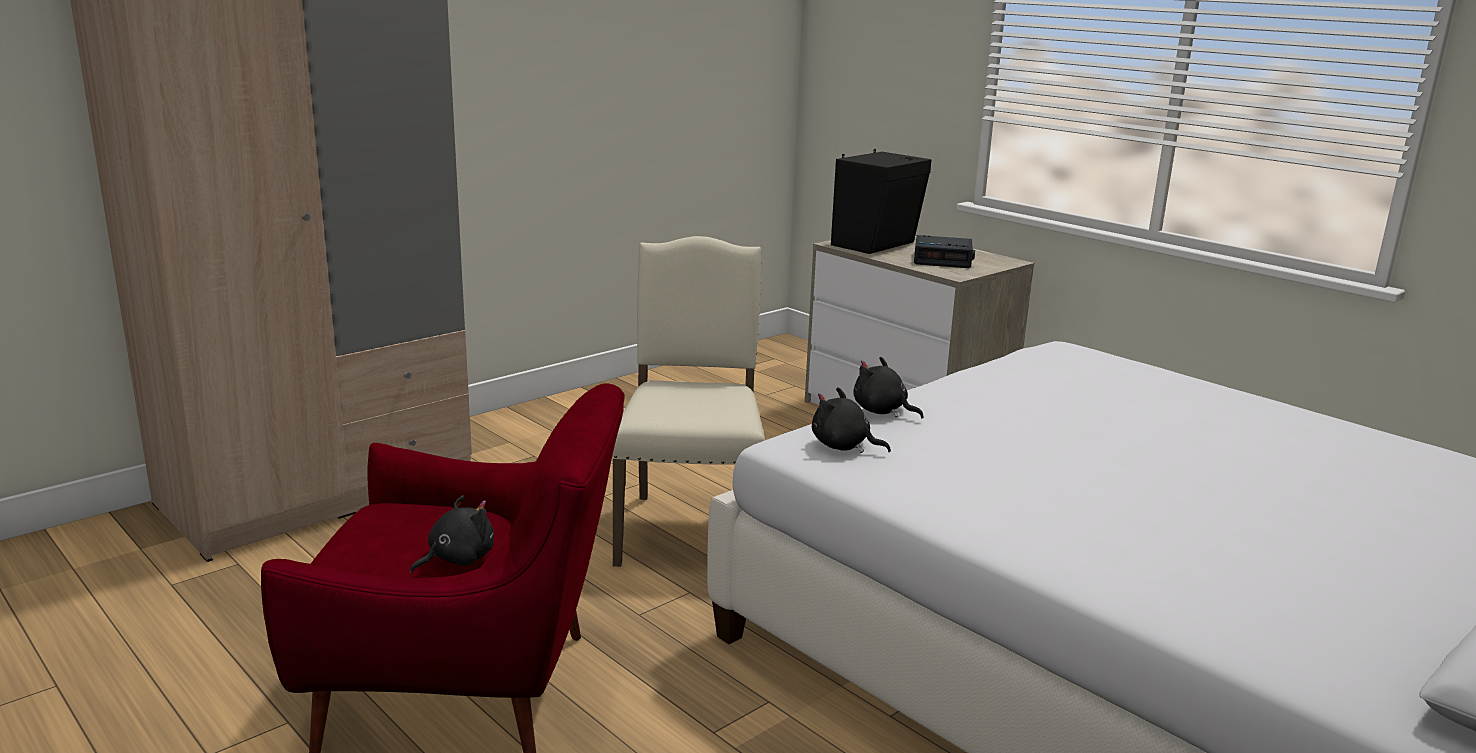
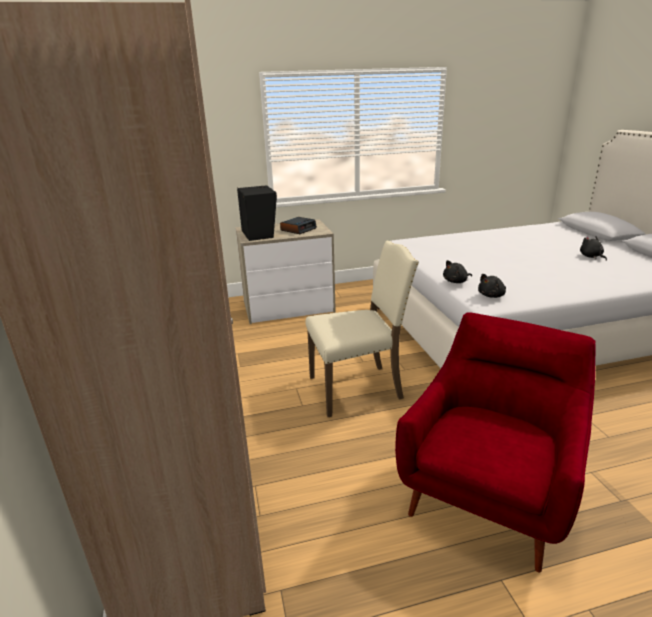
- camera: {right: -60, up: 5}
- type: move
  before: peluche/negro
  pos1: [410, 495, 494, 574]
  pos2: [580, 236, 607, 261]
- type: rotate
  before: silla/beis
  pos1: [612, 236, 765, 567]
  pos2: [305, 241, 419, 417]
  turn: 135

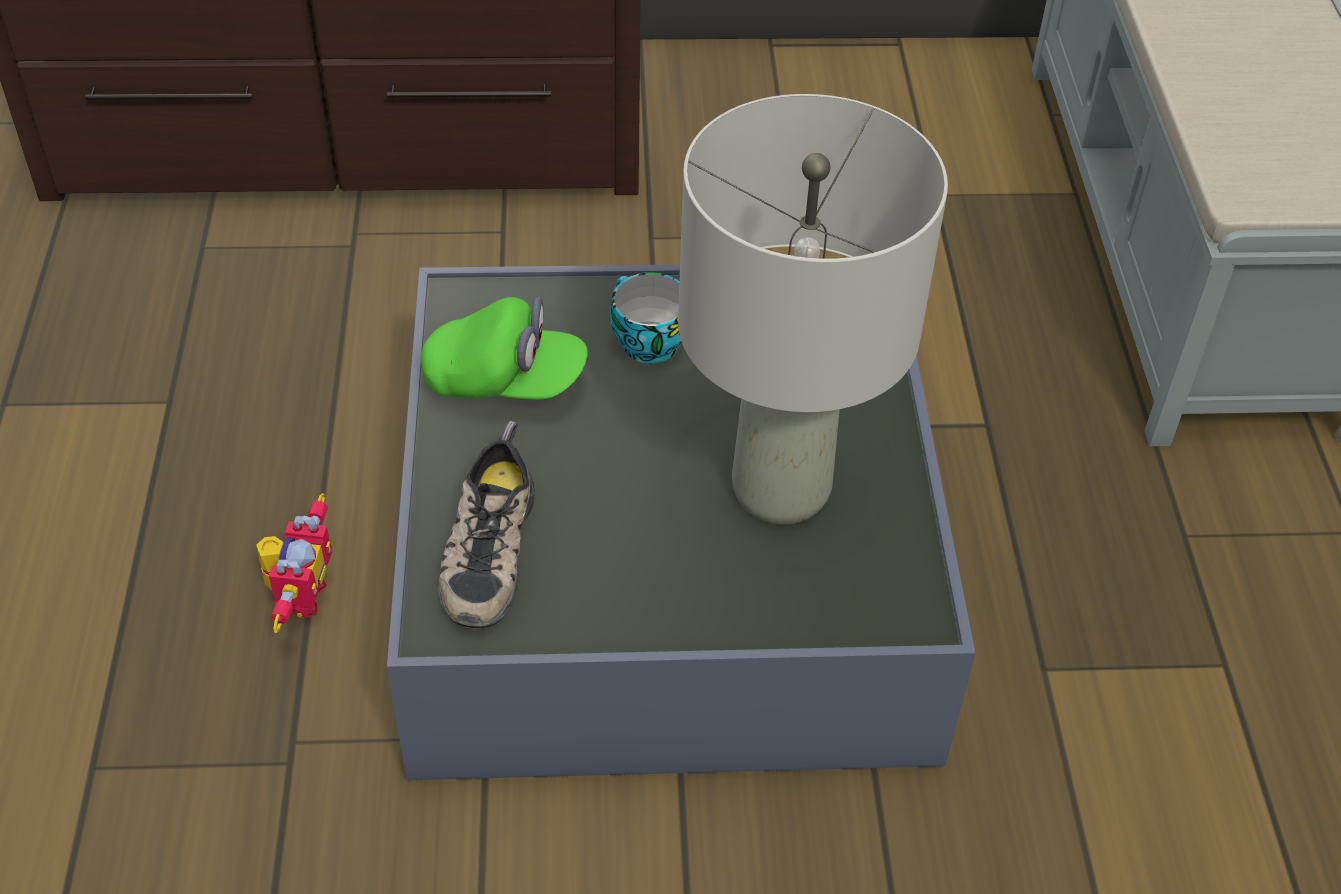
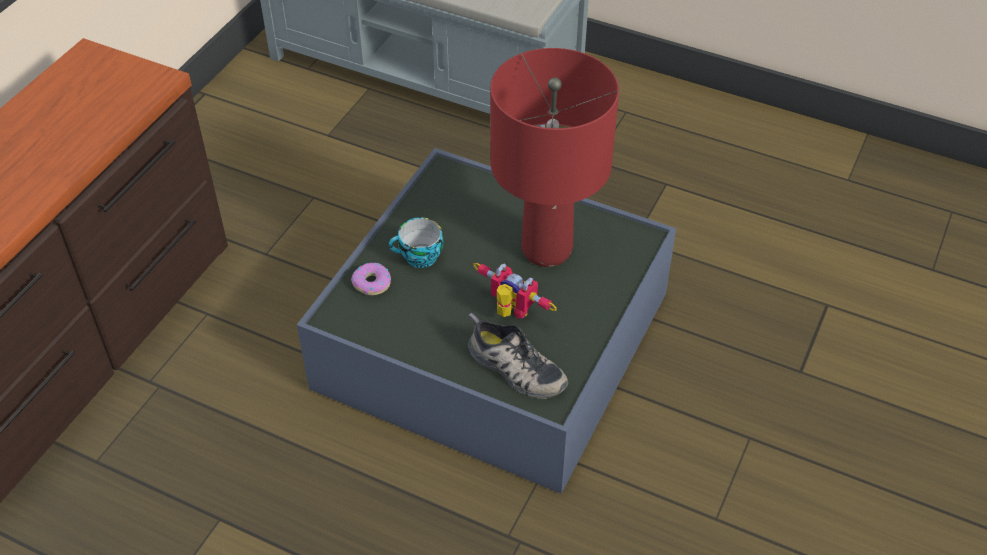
- camera: {right: -60, up: 0}
- type: delete
  before: gorra/verde
  pos1: [421, 296, 588, 399]
- type: insert
  after: rosquilla
  pos2: [351, 263, 391, 295]
- type: move
  before: robot de juguete
  pos1: [256, 493, 332, 633]
  pos2: [473, 263, 556, 319]
- type: recolor
  before: lámpara de mesa/gris
  after: lámpara de mesa/rojo
  pos1: [678, 94, 948, 524]
  pos2: [490, 48, 619, 267]

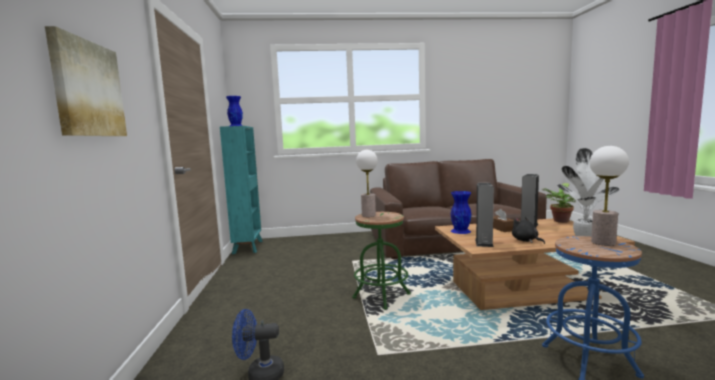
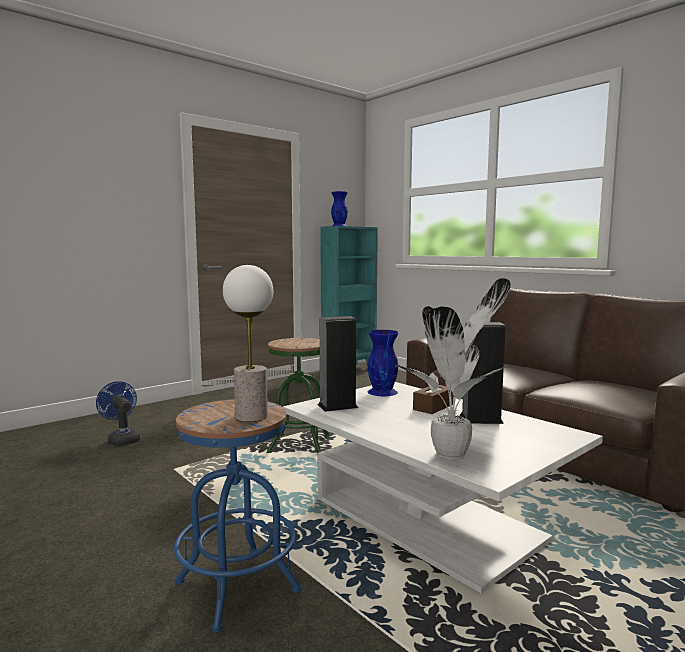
- camera: {right: 55, up: 0}
- type: delete
  before: cuadro
  pos1: [45, 26, 127, 136]
- type: delete
  before: lámpara de mesa
  pos1: [356, 150, 378, 217]
- type: delete
  before: peluche/negro
  pos1: [512, 217, 545, 244]
- type: delete
  before: planta en maceta
  pos1: [543, 183, 576, 223]
- type: recolor
  before: mesa de centro/marrón
  after: mesa de centro/blanco
  pos1: [435, 218, 635, 310]
  pos2: [283, 382, 603, 593]

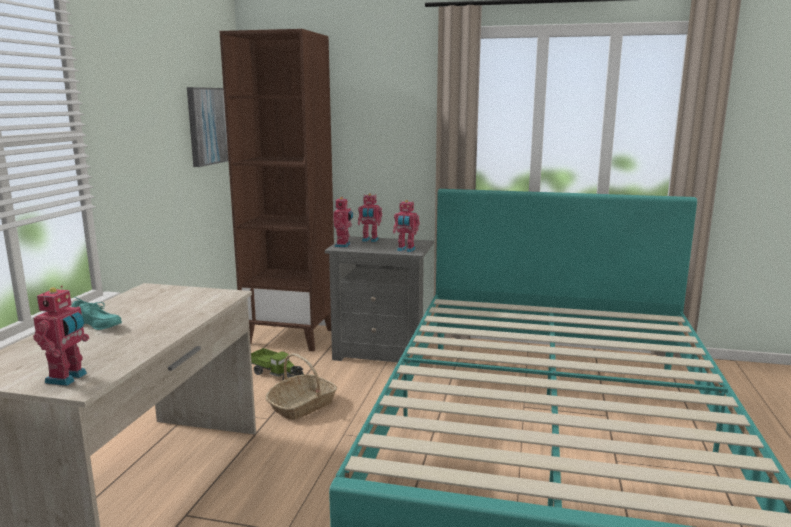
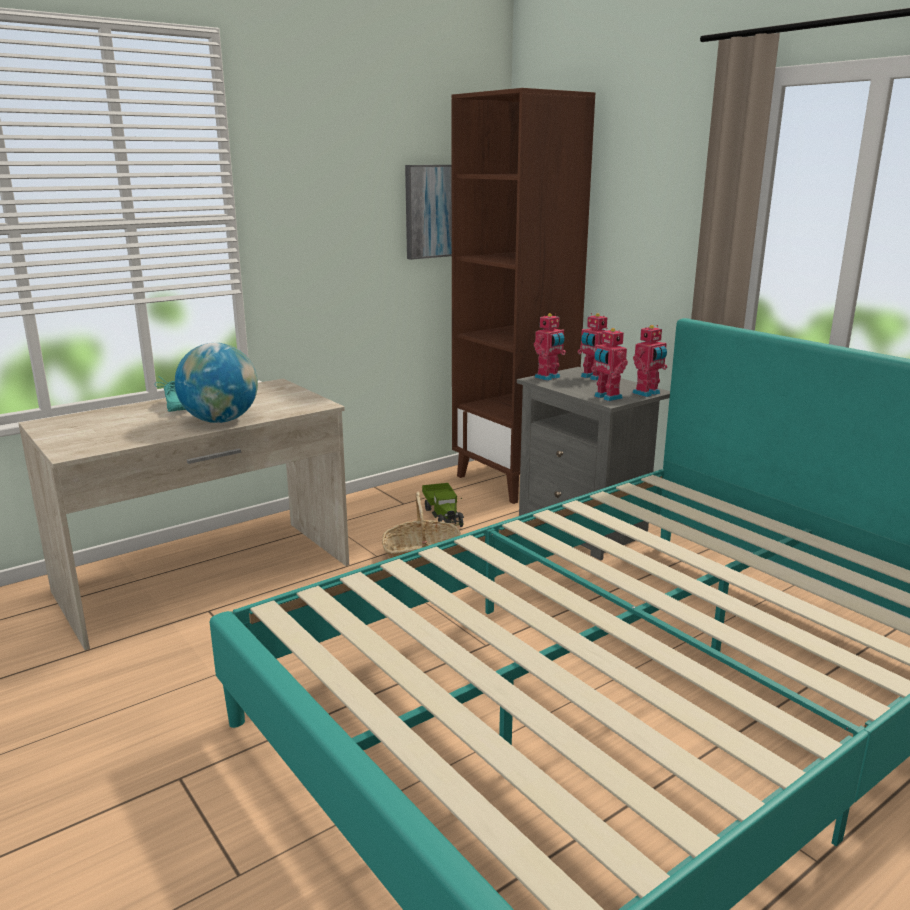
- camera: {right: 40, up: 5}
- type: insert
  after: globo terráqueo
  pos2: [175, 343, 258, 423]
- type: move
  before: robot de juguete
  pos1: [33, 286, 89, 386]
  pos2: [632, 325, 667, 397]

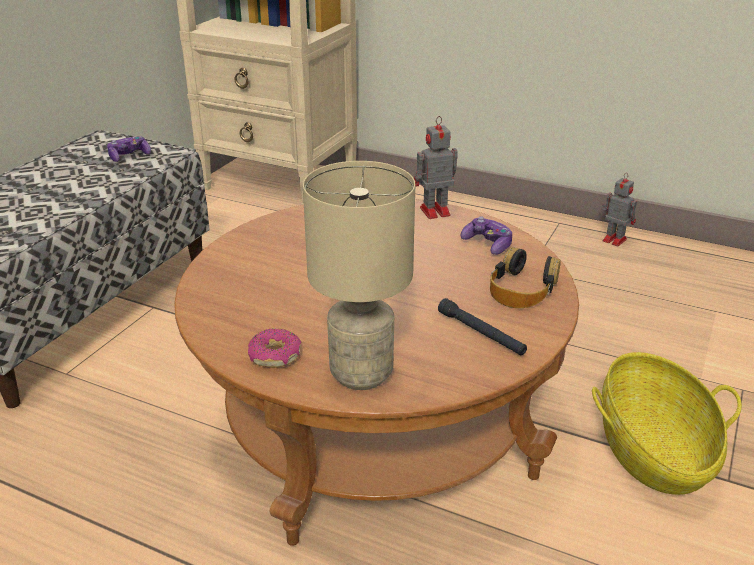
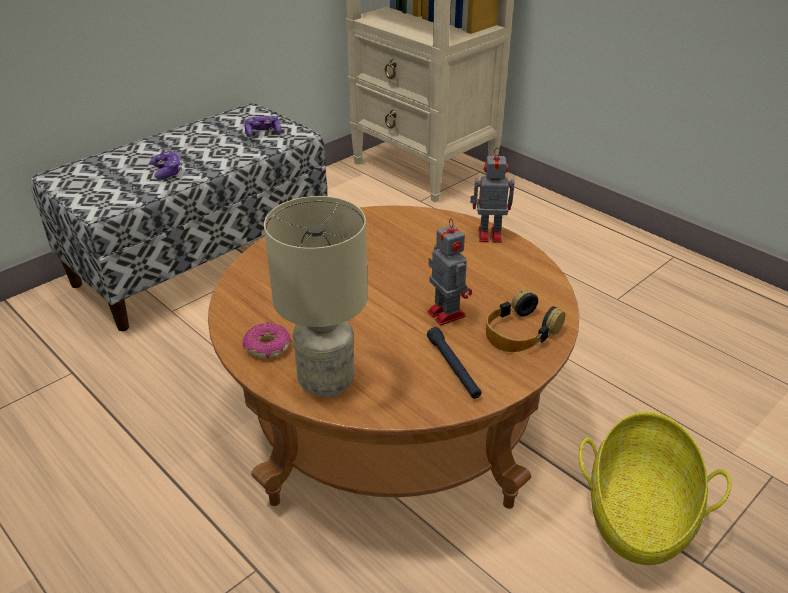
- camera: {right: 20, up: 5}
- type: move
  before: mando de consola
  pos1: [461, 216, 512, 255]
  pos2: [151, 150, 182, 180]
- type: move
  before: robot de juguete
  pos1: [602, 173, 637, 246]
  pos2: [427, 219, 472, 325]

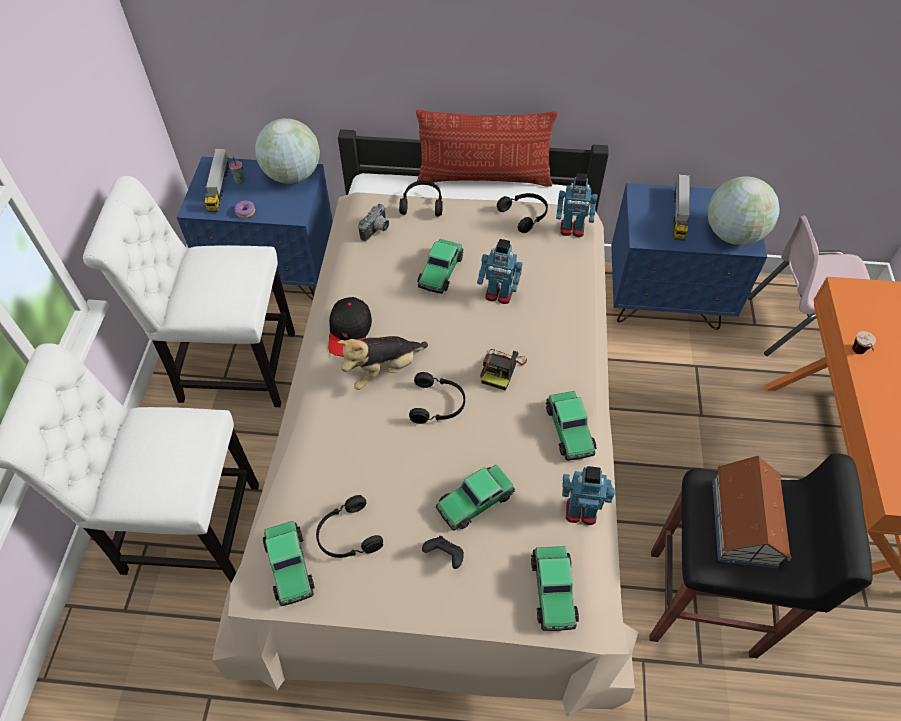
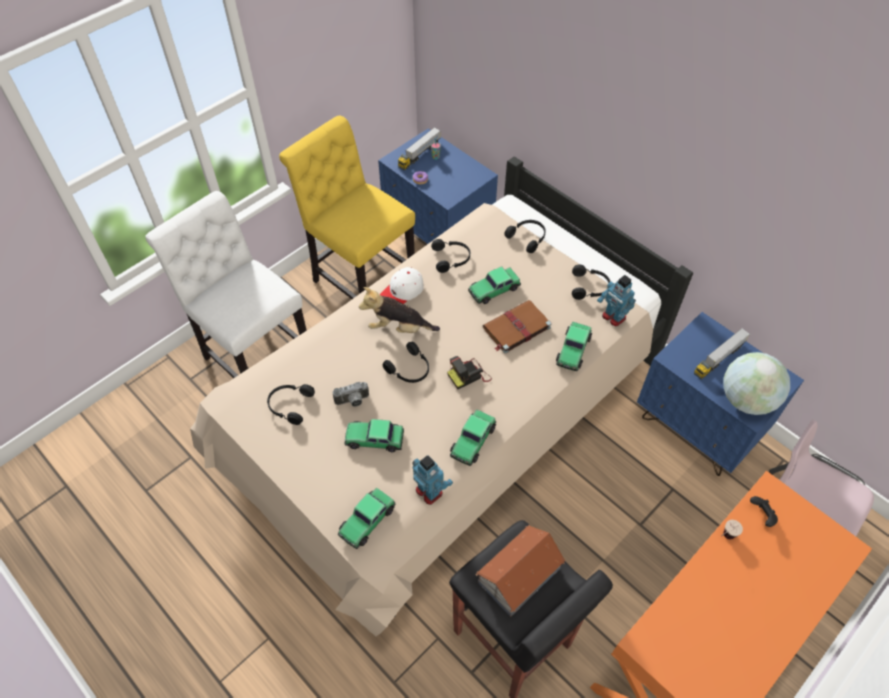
- camera: {right: 40, up: 0}
- type: delete
  before: globo terráqueo
  pos1: [255, 118, 320, 184]
- type: delete
  before: cojín
  pos1: [416, 110, 558, 187]
- type: insert
  after: auriculares/negro
  pos2: [431, 239, 470, 273]
- type: move
  before: coche de juguete
  pos1: [263, 521, 315, 606]
  pos2: [556, 322, 593, 371]
- type: move
  before: cámara
  pos1: [358, 204, 389, 241]
  pos2: [333, 382, 369, 407]
- type: move
  before: mando de consola/negro
  pos1: [422, 536, 464, 569]
  pos2: [750, 496, 778, 527]
- type: replace
  before: robot de juguete
  after: libro/marrón
  pos1: [477, 239, 523, 304]
  pos2: [483, 300, 551, 354]
- type: recolor
  before: silla/blanco
  after: silla/amarillo
  pos1: [83, 176, 295, 407]
  pos2: [279, 116, 415, 299]
- type: recolor
  before: gorra/negro
  after: gorra/blanco
  pos1: [328, 297, 372, 357]
  pos2: [380, 267, 424, 304]

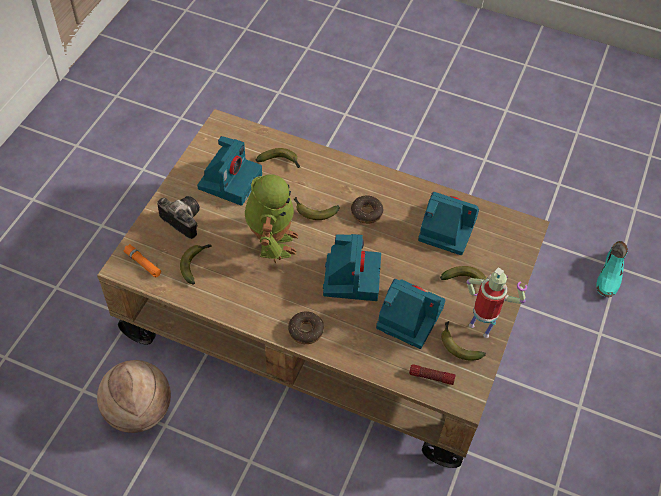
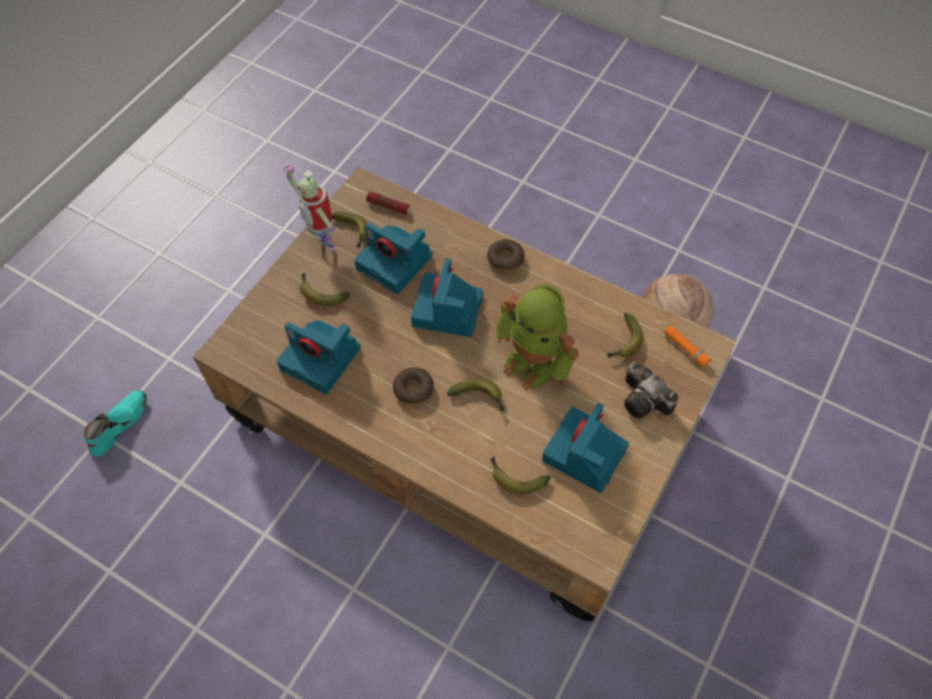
- camera: {right: -170, up: 5}
- type: rotate
  before: robot de juguete
  pos1: [245, 175, 298, 263]
  pos2: [495, 284, 579, 390]
  turn: -60

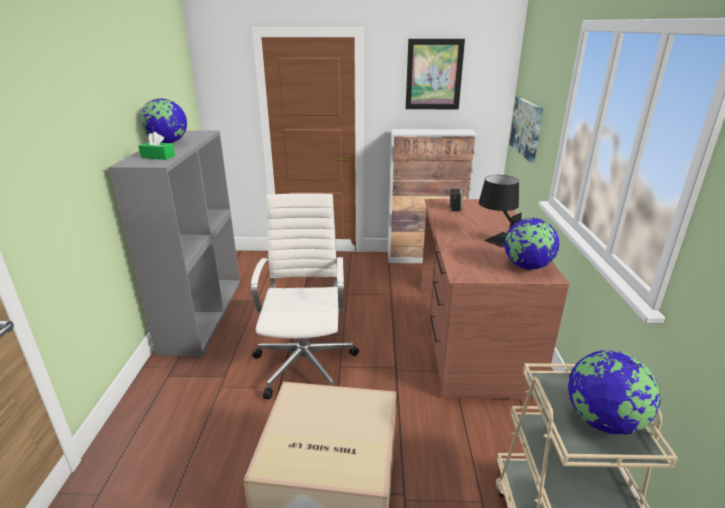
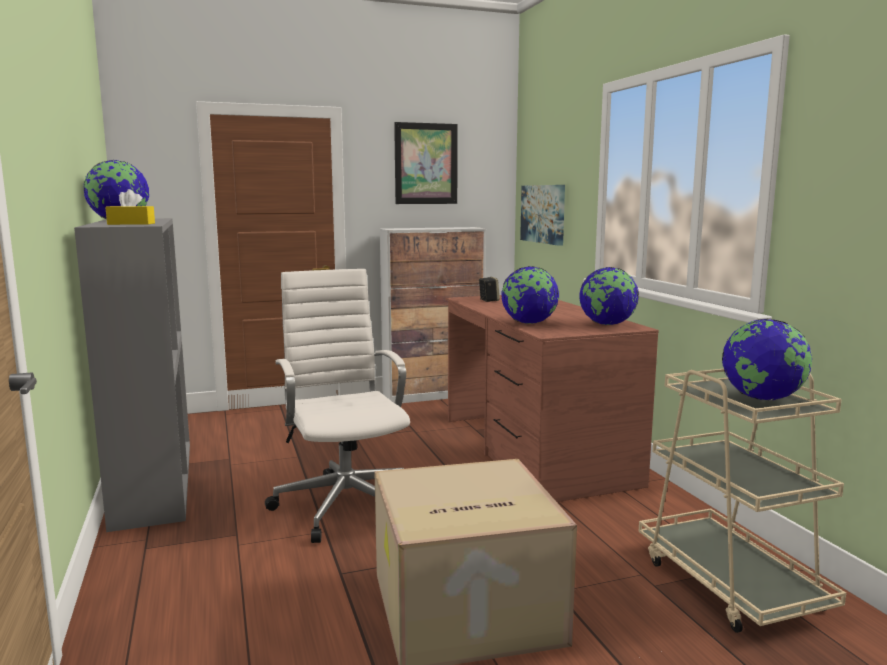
- camera: {right: -20, up: -15}
- type: delete
  before: lámpara de mesa/negro
  pos1: [479, 175, 522, 248]
- type: insert
  after: globo terráqueo
  pos2: [501, 266, 559, 324]
- type: recolor
  before: caja de pañuelos/verde
  after: caja de pañuelos/amarillo
  pos1: [138, 132, 175, 160]
  pos2: [105, 189, 155, 225]

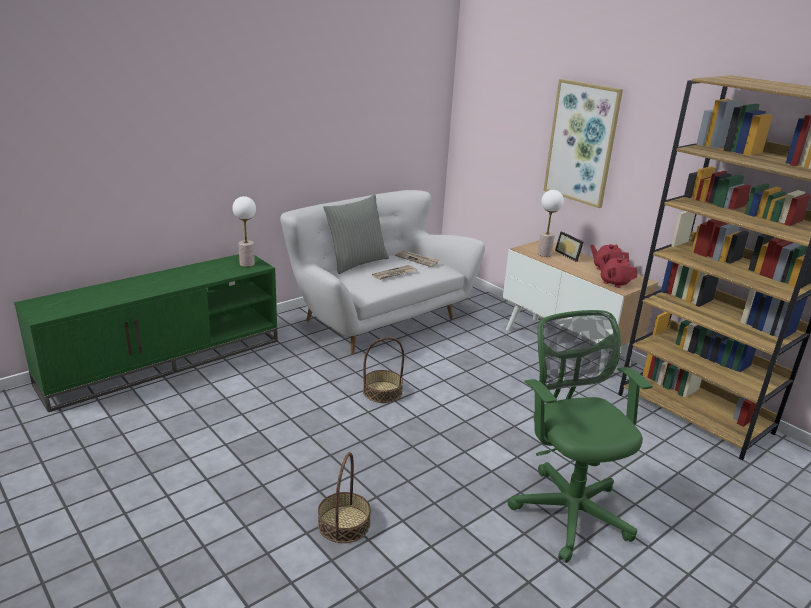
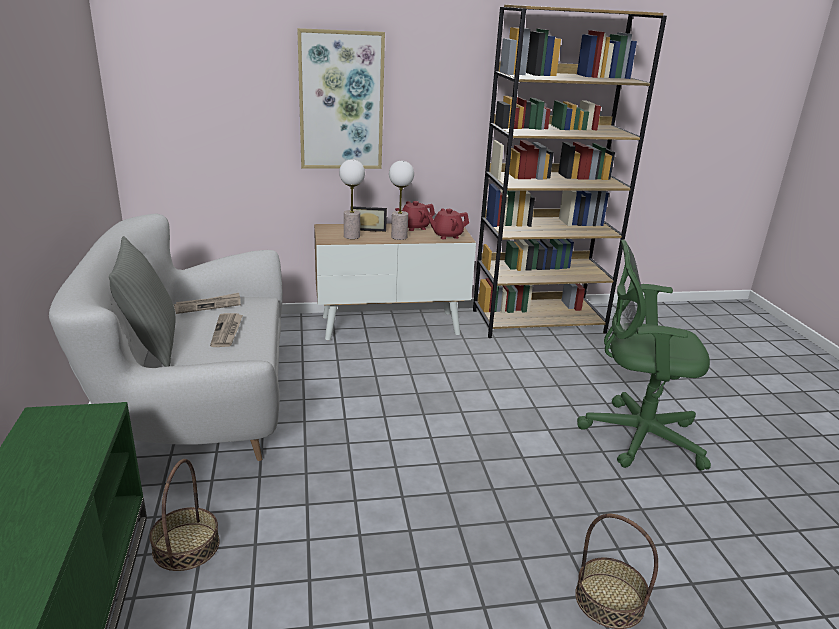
- camera: {right: -60, up: 0}
- type: move
  before: lámpara de mesa
  pos1: [232, 196, 256, 267]
  pos2: [389, 161, 414, 240]
- type: move
  before: cesta
  pos1: [363, 337, 404, 403]
  pos2: [149, 459, 220, 571]

